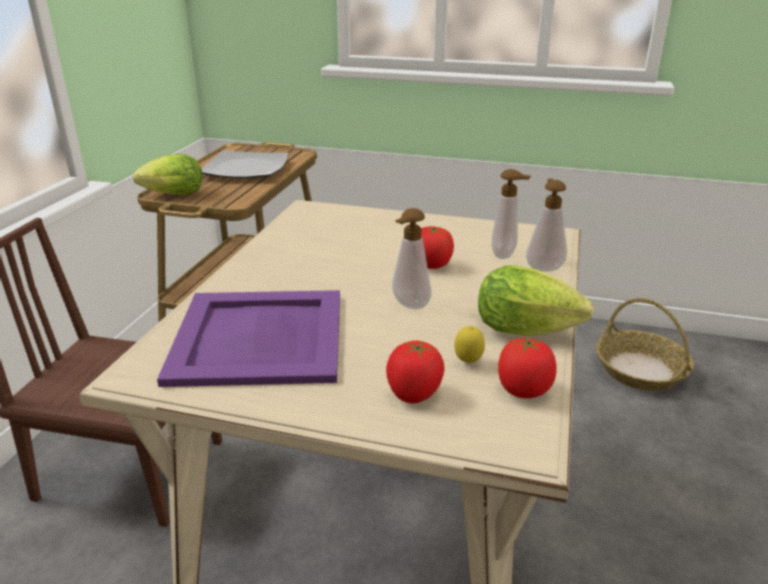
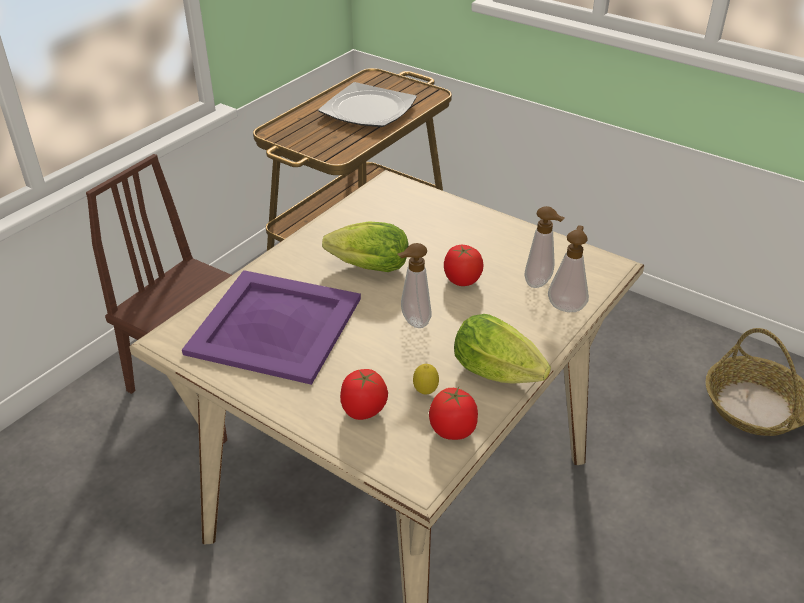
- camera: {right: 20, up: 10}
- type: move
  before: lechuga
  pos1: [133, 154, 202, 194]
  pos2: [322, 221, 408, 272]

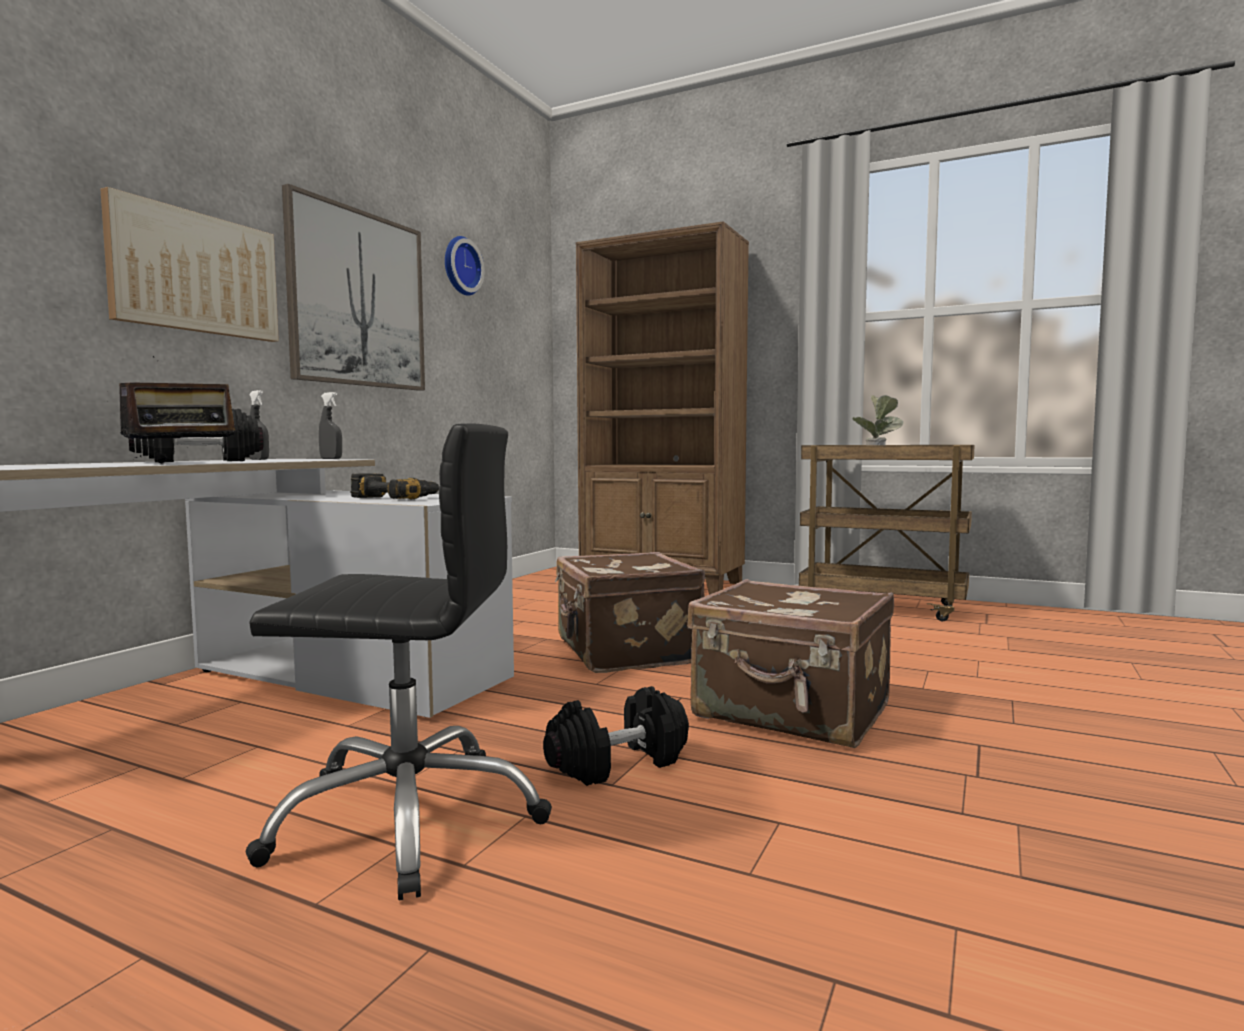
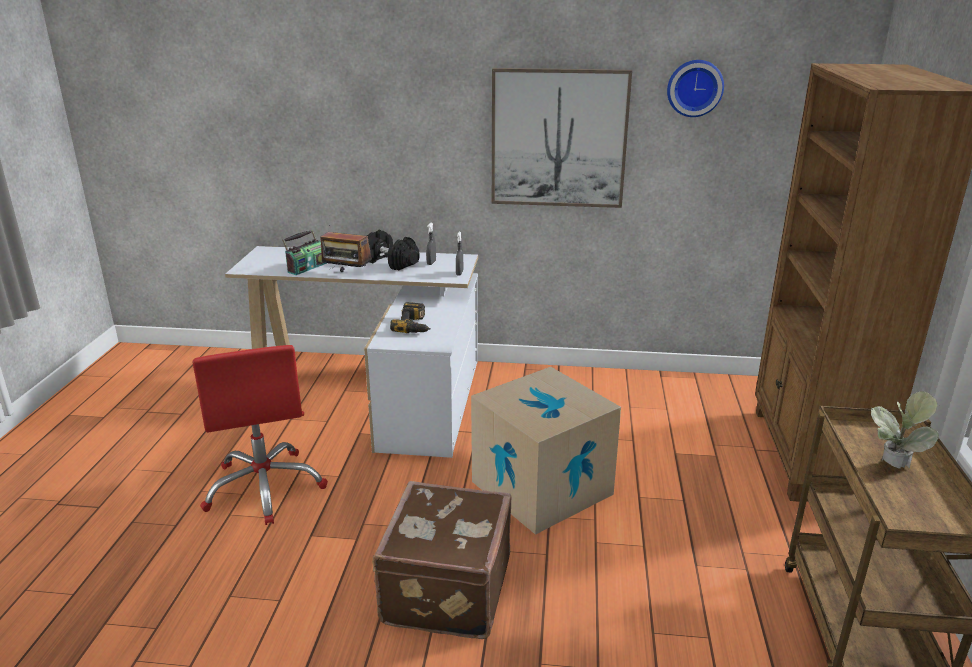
- camera: {right: 70, up: 20}
- type: delete
  before: cuadro
  pos1: [100, 187, 279, 342]
- type: delete
  before: mancuerna/negro
  pos1: [543, 686, 689, 786]
- type: insert
  after: radio
  pos2: [282, 230, 327, 275]
- type: replace
  before: maleta/marrón
  after: caja de cartón
  pos1: [555, 552, 705, 673]
  pos2: [471, 367, 621, 535]
- type: recolor
  before: silla de oficina/negro
  after: silla de oficina/rojo
  pos1: [246, 423, 552, 901]
  pos2: [192, 345, 328, 525]

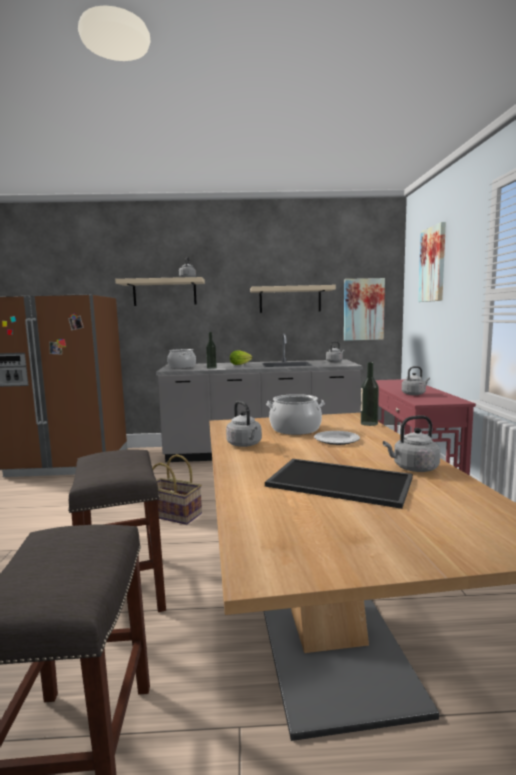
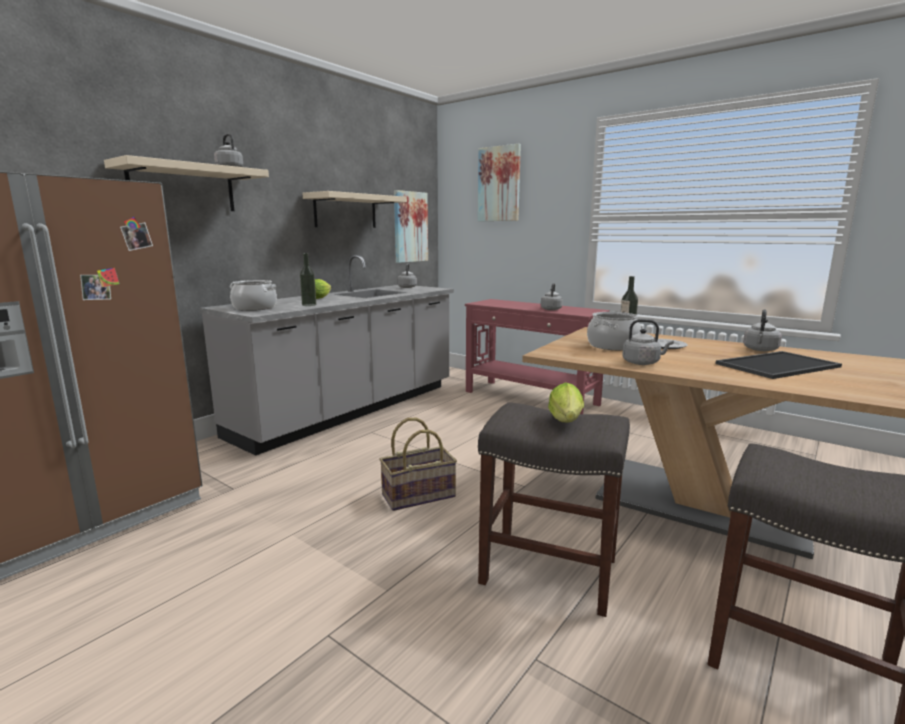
- camera: {right: -50, up: 5}
- type: insert
  after: lechuga
  pos2: [548, 382, 584, 422]

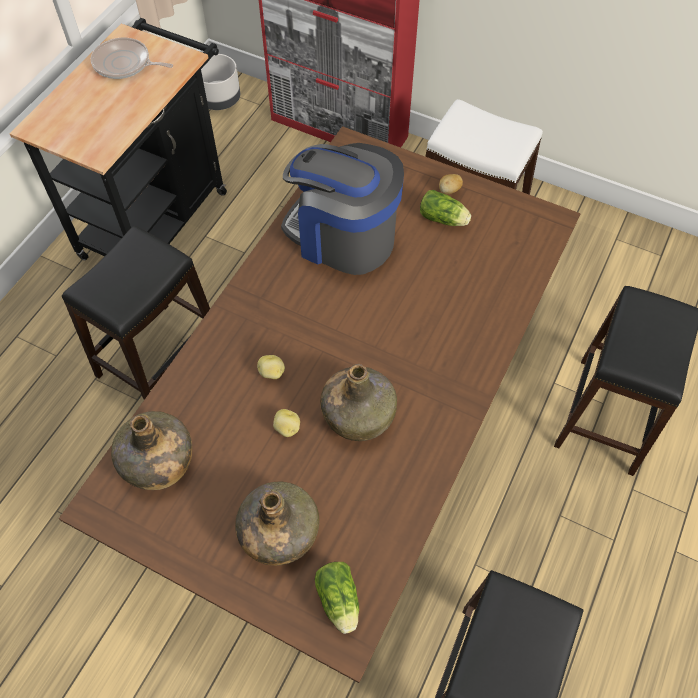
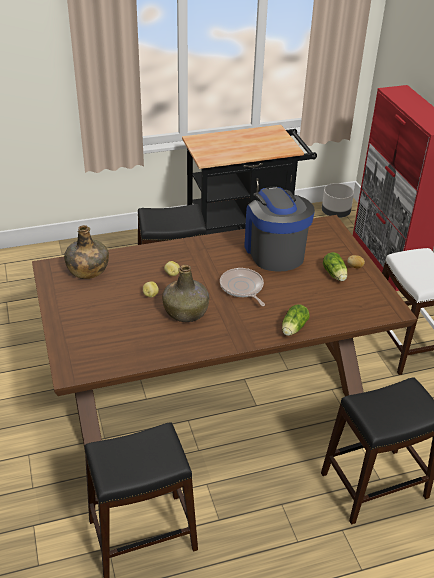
- camera: {right: 45, up: -20}
- type: delete
  before: botella/verde
  pos1: [235, 481, 319, 566]
- type: move
  before: sartén
  pos1: [91, 38, 173, 79]
  pos2: [220, 268, 265, 306]
- type: move
  before: lechuga
  pos1: [315, 562, 359, 634]
  pos2: [282, 304, 310, 336]

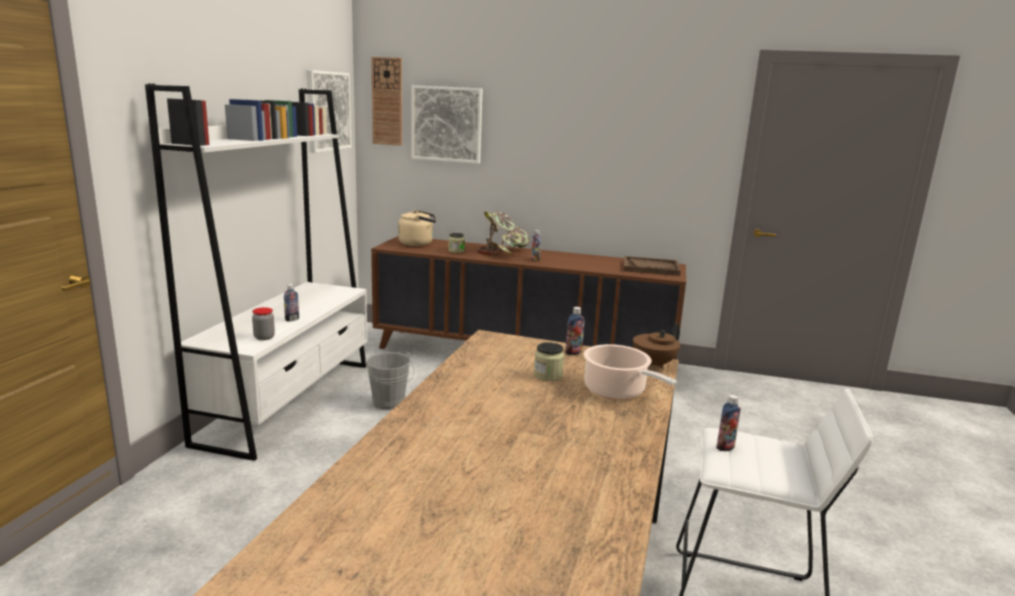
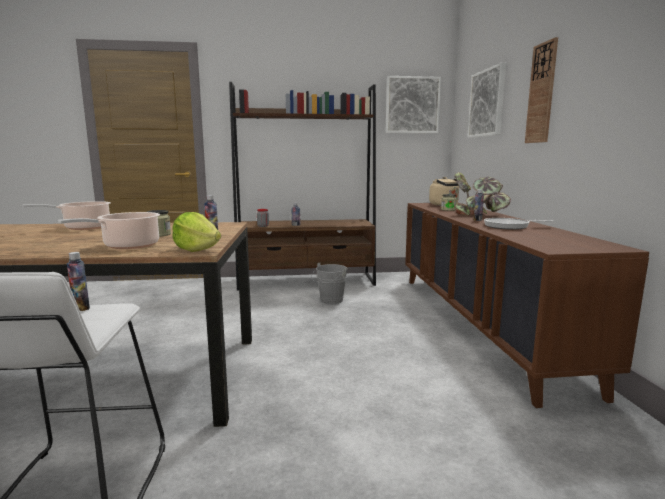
- camera: {right: 70, up: -5}
- type: delete
  before: bandeja/marrón
  pos1: [624, 256, 681, 276]
- type: insert
  after: olla
  pos2: [23, 201, 110, 230]
- type: insert
  after: sartén
  pos2: [484, 218, 554, 230]
- type: move
  before: reloj de pared
  pos1: [371, 57, 402, 146]
  pos2: [525, 37, 558, 143]
- type: replace
  before: tetera/marrón
  after: lechuga
  pos1: [632, 322, 680, 368]
  pos2: [172, 212, 221, 252]
- type: recolor
  before: estantería/blanco
  after: estantería/marrón
  pos1: [145, 84, 367, 461]
  pos2: [229, 82, 376, 291]

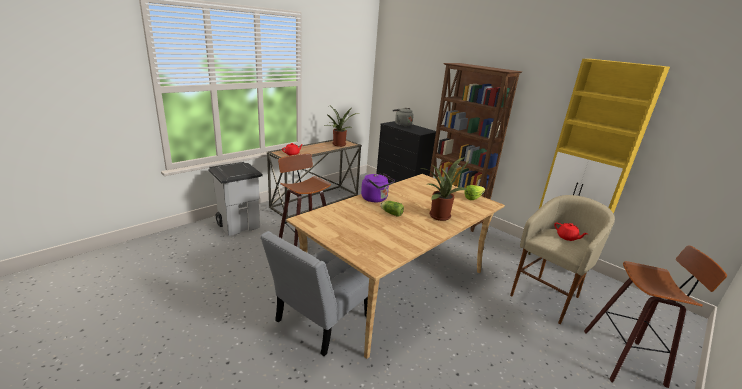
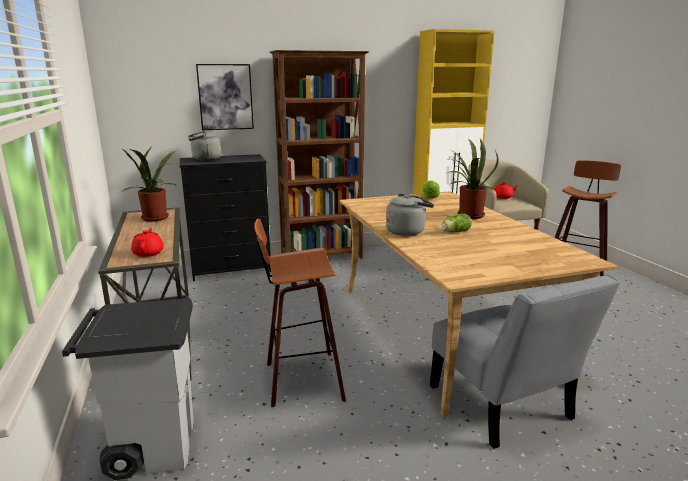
- camera: {right: -60, up: -5}
- type: insert
  after: cuadro
  pos2: [196, 64, 254, 130]
- type: recolor
  before: hervidor/morado
  after: hervidor/gris
  pos1: [361, 173, 395, 202]
  pos2: [386, 193, 434, 236]

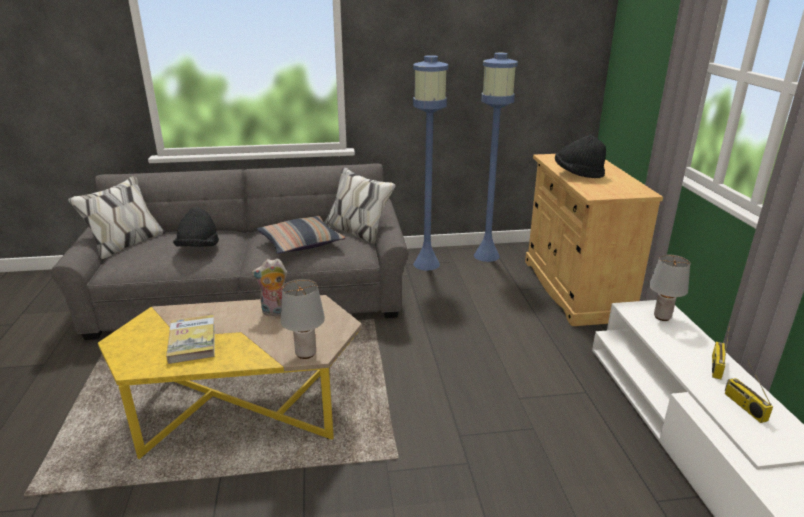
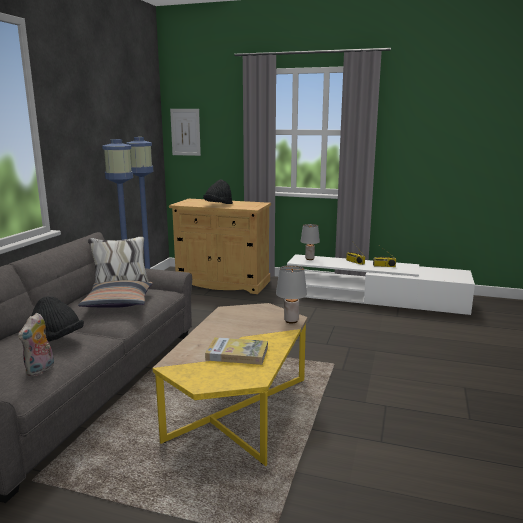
- camera: {right: -65, up: -10}
- type: insert
  after: cuadro
  pos2: [170, 109, 201, 156]
- type: move
  before: peluche
  pos1: [252, 258, 287, 317]
  pos2: [18, 313, 54, 376]

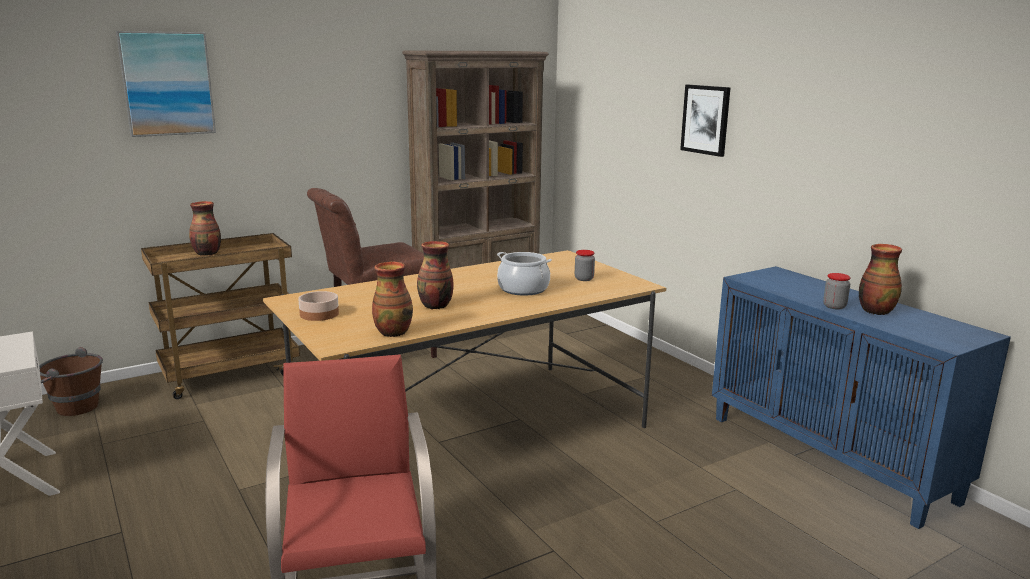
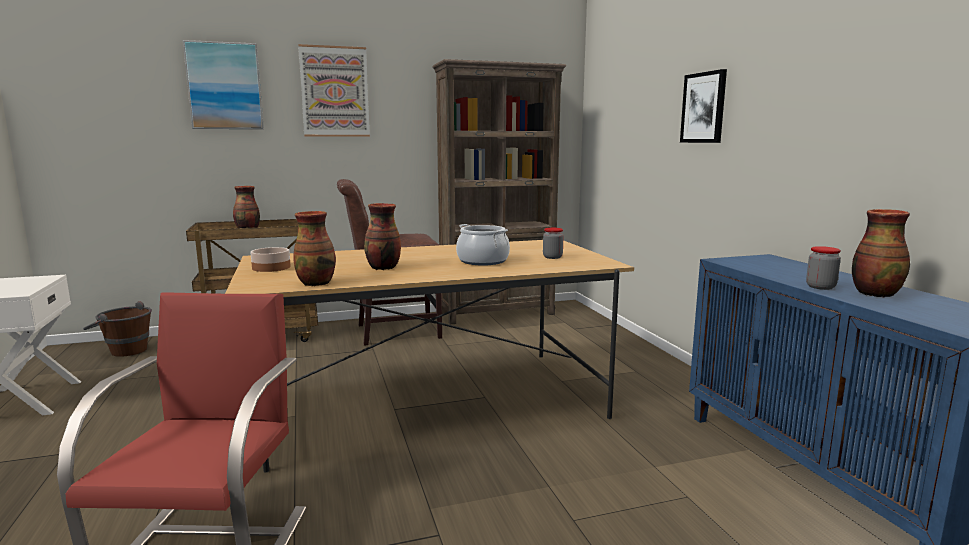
- camera: {right: 15, up: -5}
- type: insert
  after: cuadro
  pos2: [298, 44, 370, 137]

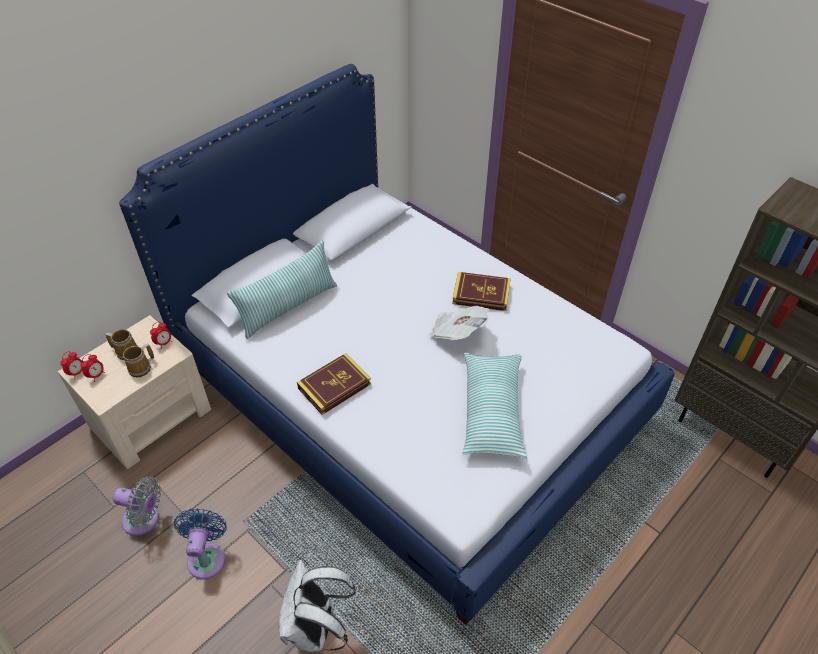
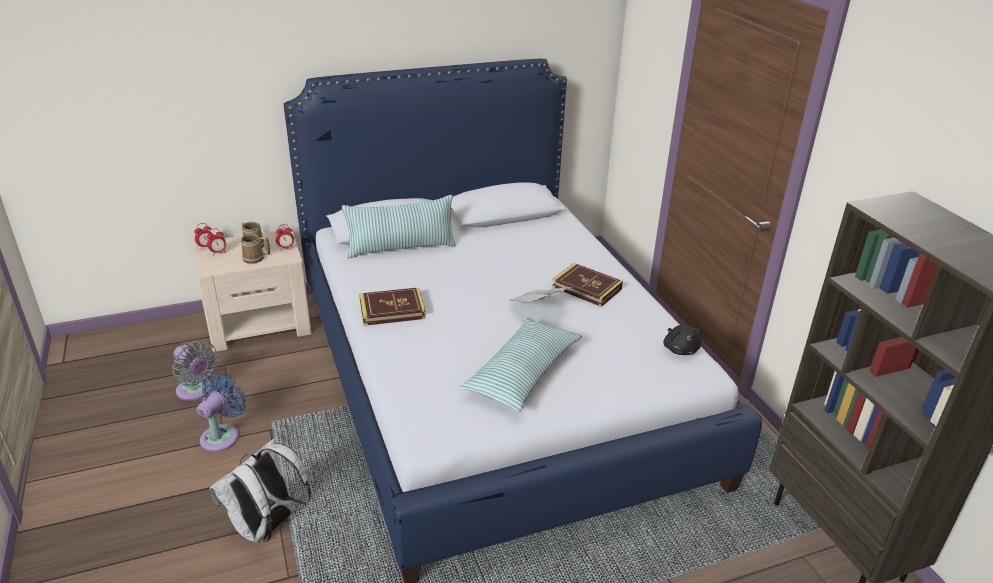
- camera: {right: 25, up: -15}
- type: insert
  after: peluche/negro
  pos2: [663, 325, 702, 355]

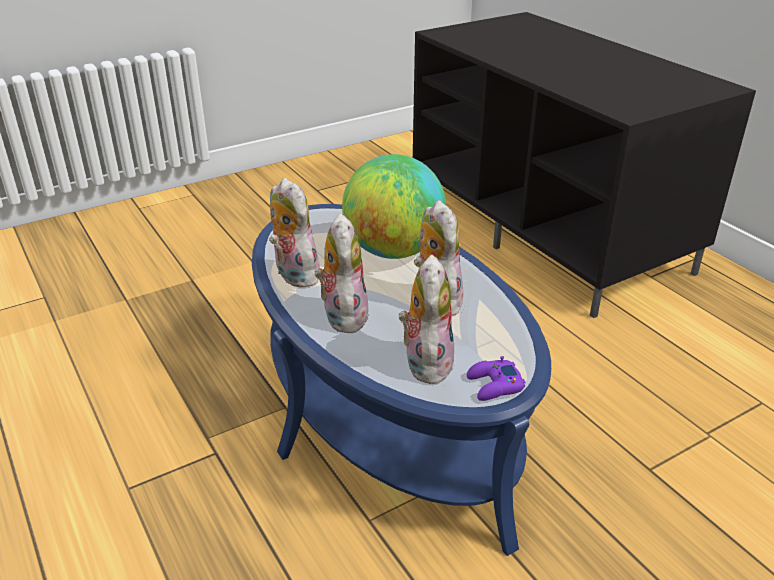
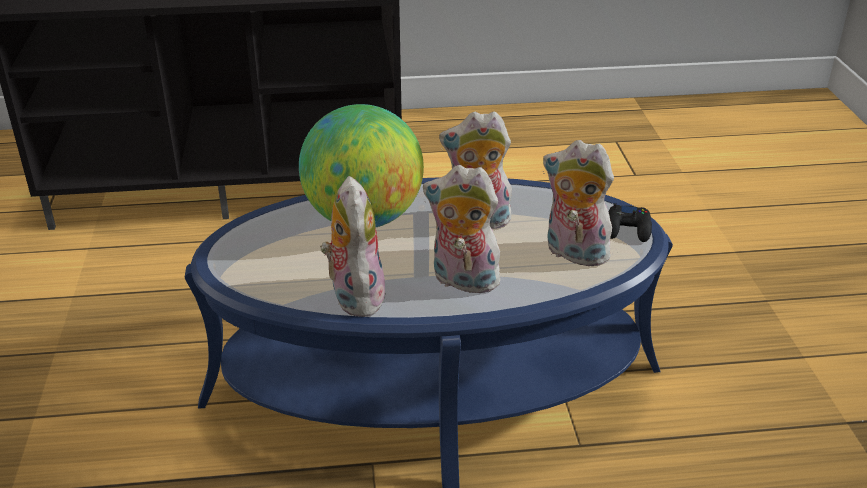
- camera: {right: -65, up: 0}
- type: recolor
  before: mando de consola/morado
  after: mando de consola/negro
  pos1: [467, 356, 525, 401]
  pos2: [609, 203, 652, 242]
- type: rotate
  before: peluche
  pos1: [269, 178, 320, 288]
  pos2: [321, 176, 386, 317]
  turn: 90

